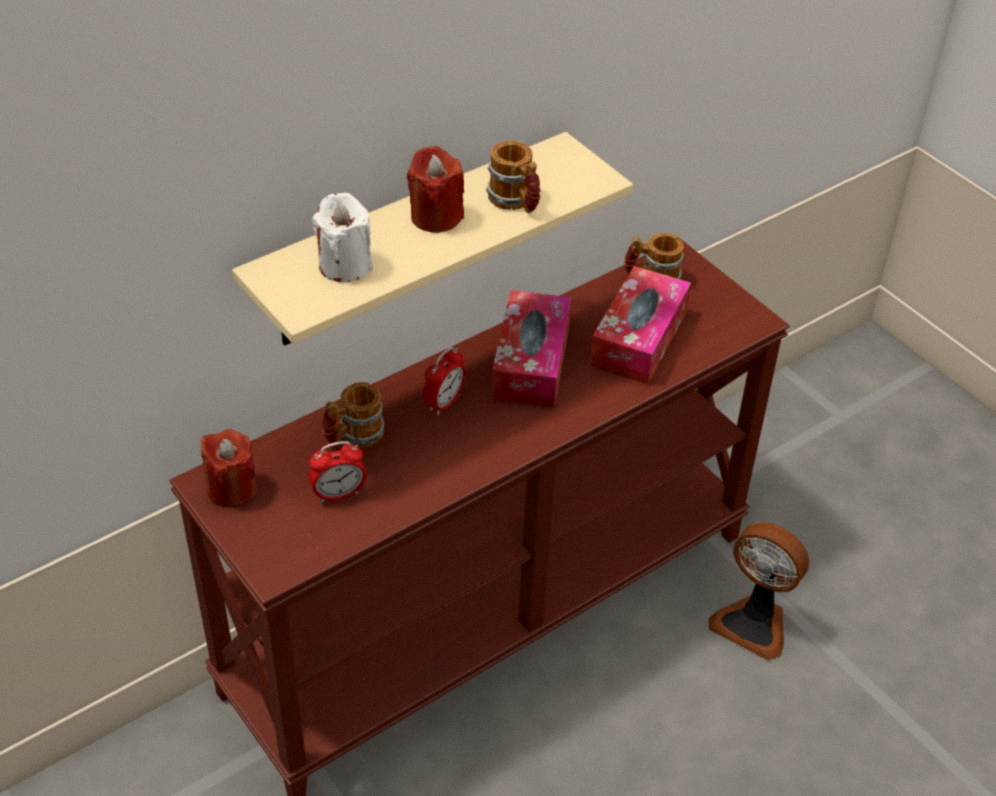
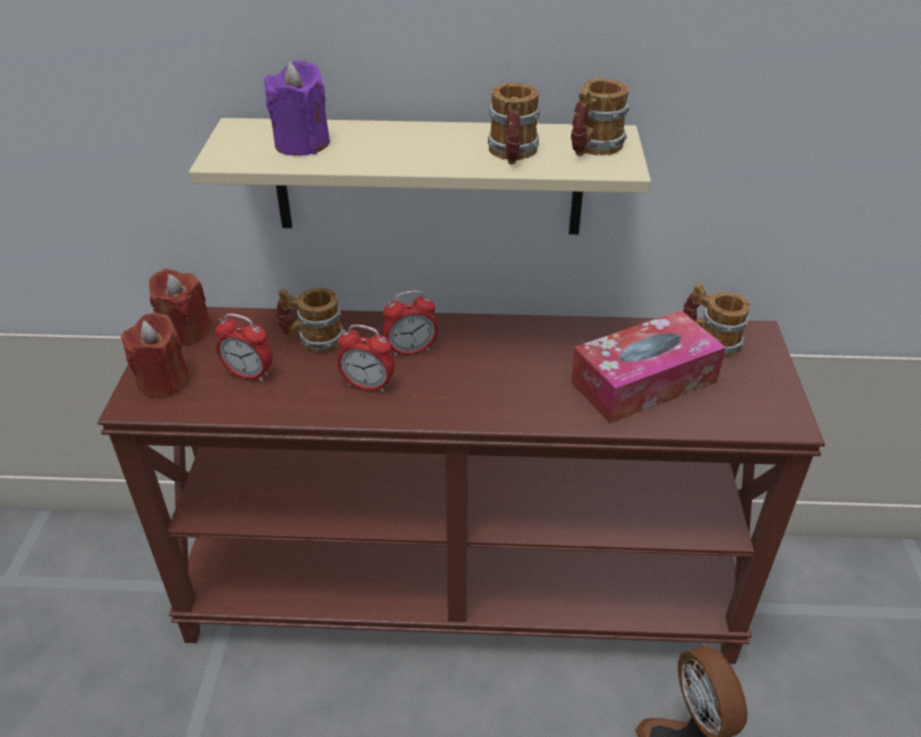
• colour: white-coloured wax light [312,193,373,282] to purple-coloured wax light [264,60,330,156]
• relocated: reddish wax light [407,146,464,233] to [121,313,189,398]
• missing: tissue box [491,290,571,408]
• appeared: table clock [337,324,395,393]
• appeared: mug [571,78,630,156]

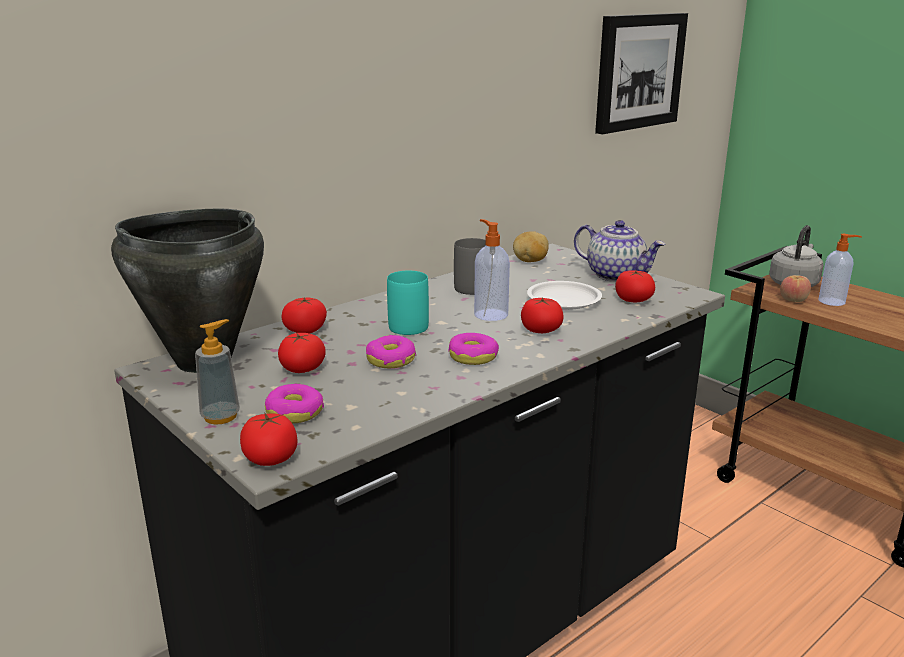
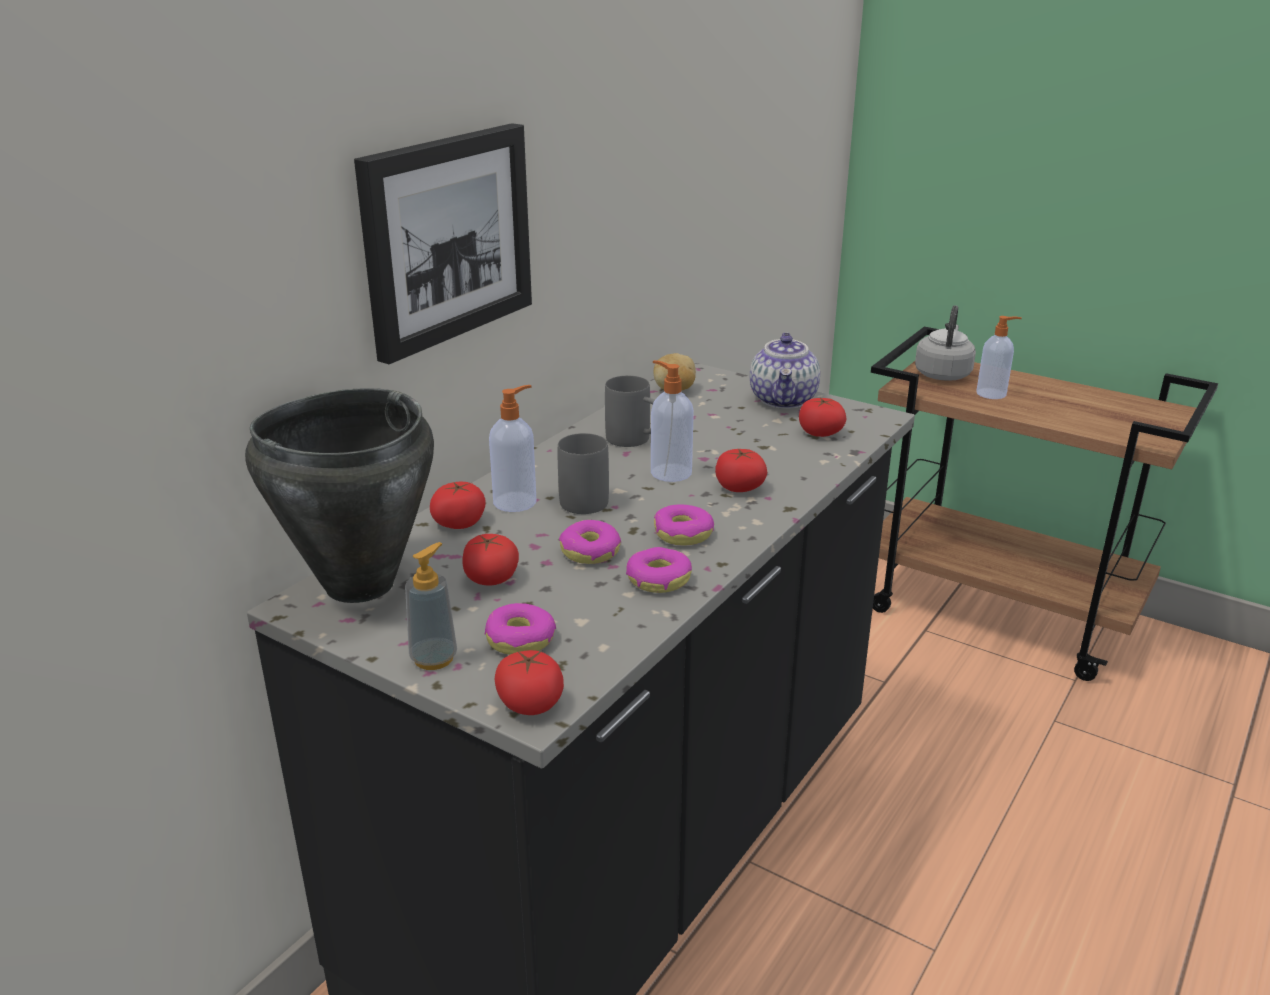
• colour: turquoise-coloured mug [387,271,429,335] to greyish mug [558,433,609,514]
• missing: white-coloured plate [527,281,602,310]
• spun: pot for tea [574,220,665,282] = [750,332,820,409] 75 degrees clockwise
• relocated: wall picture [595,13,688,134] to [354,123,532,364]
• missing: whole apple [780,275,811,302]
• appeared: soap dispenser [489,385,537,512]
• appeared: ring doughnut [626,547,692,593]

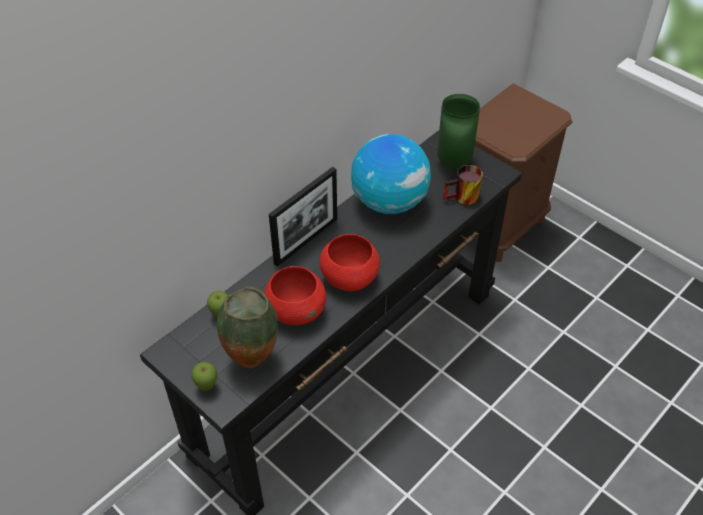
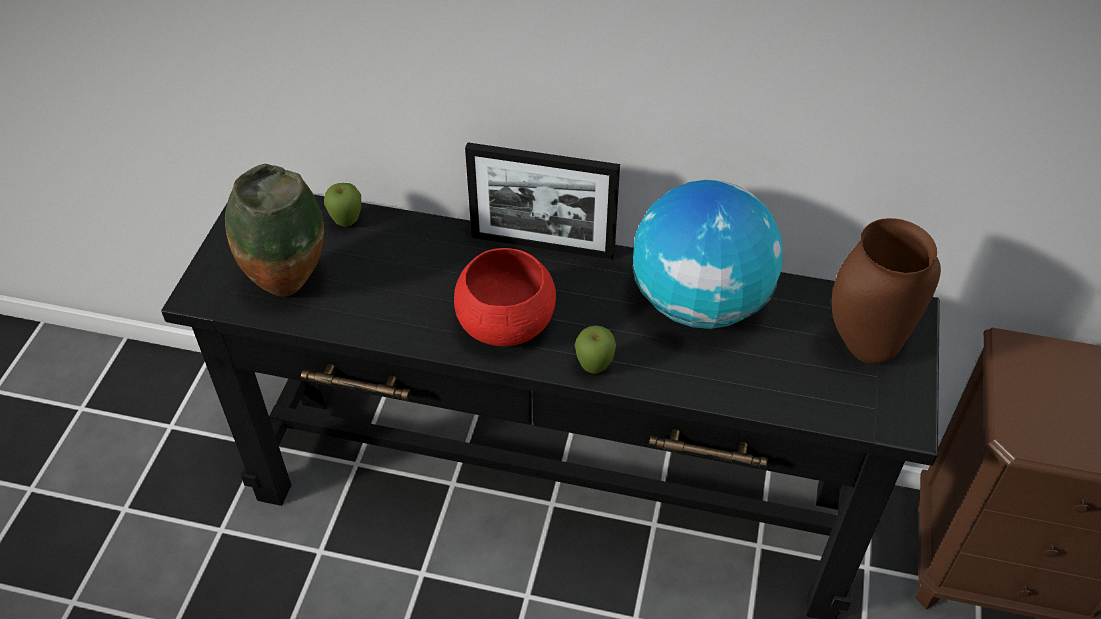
• relocated: whole apple [191,362,217,391] to [575,325,616,374]
• missing: reddish bowl [264,266,326,325]
• colour: green vase [437,94,480,169] to brownish vase [832,218,941,364]
• missing: mug [443,165,483,205]

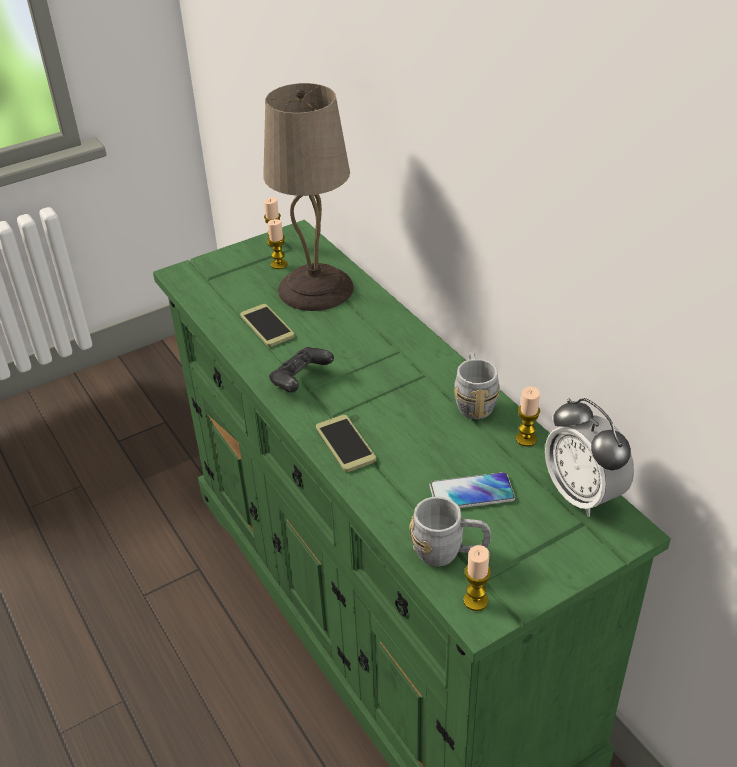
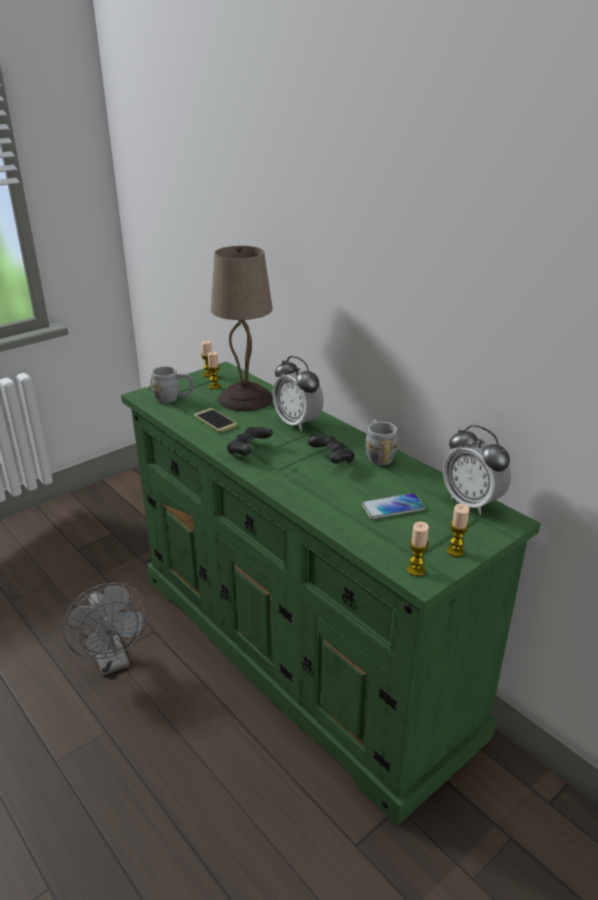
• missing: telephone [316,415,376,472]
• relocated: greyish mug [409,497,491,567] to [150,366,194,403]
• relocated: wax light [516,386,540,447] to [447,504,469,557]
• appeared: greyish electric fan [62,583,148,675]
• appeared: table clock [273,356,324,431]
• appeared: black joypad [308,435,355,464]

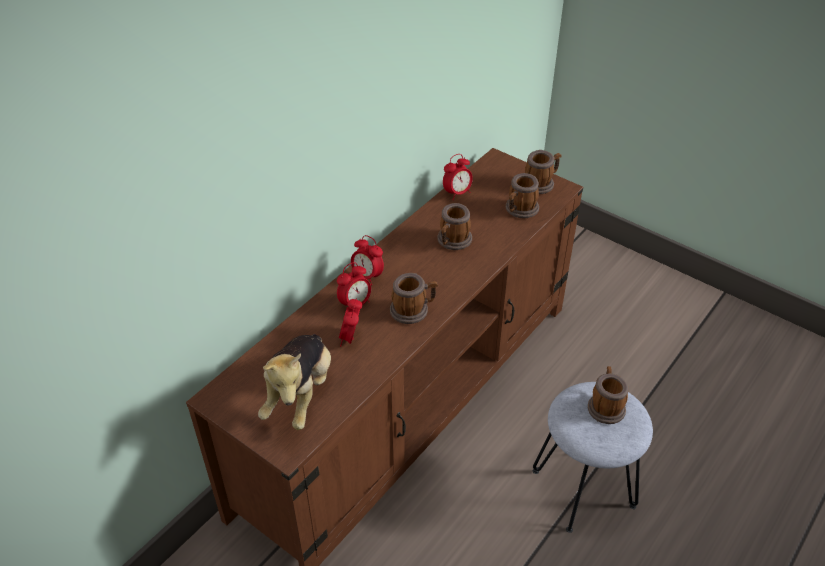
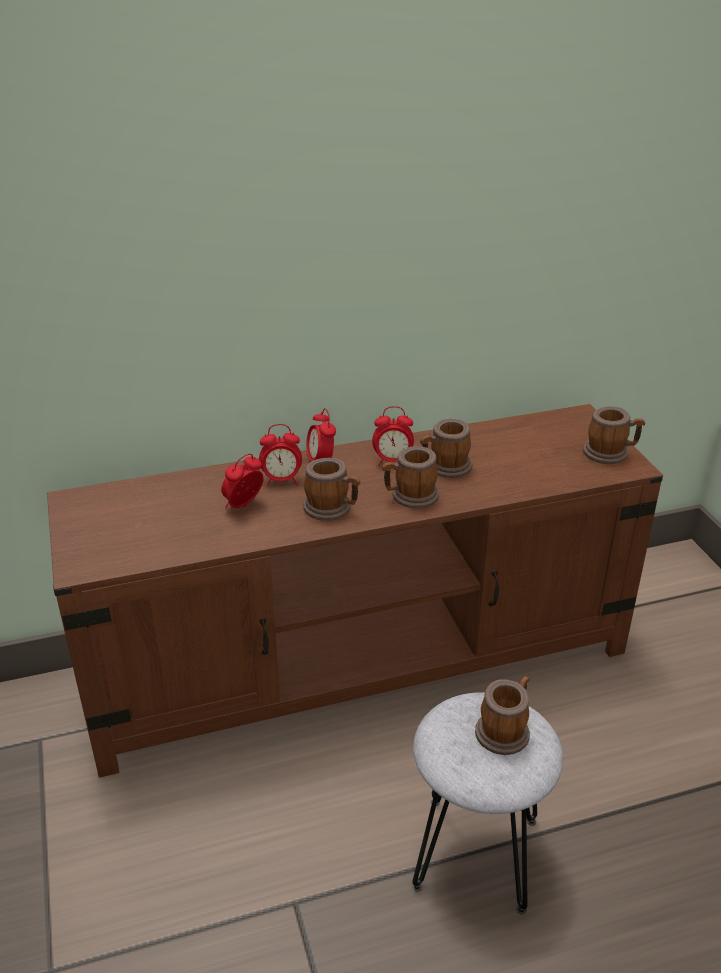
• missing: cuddly toy [258,334,331,430]
• relocated: table clock [443,154,473,200] to [372,406,414,466]
• relocated: mug [506,173,539,218] to [382,446,439,508]

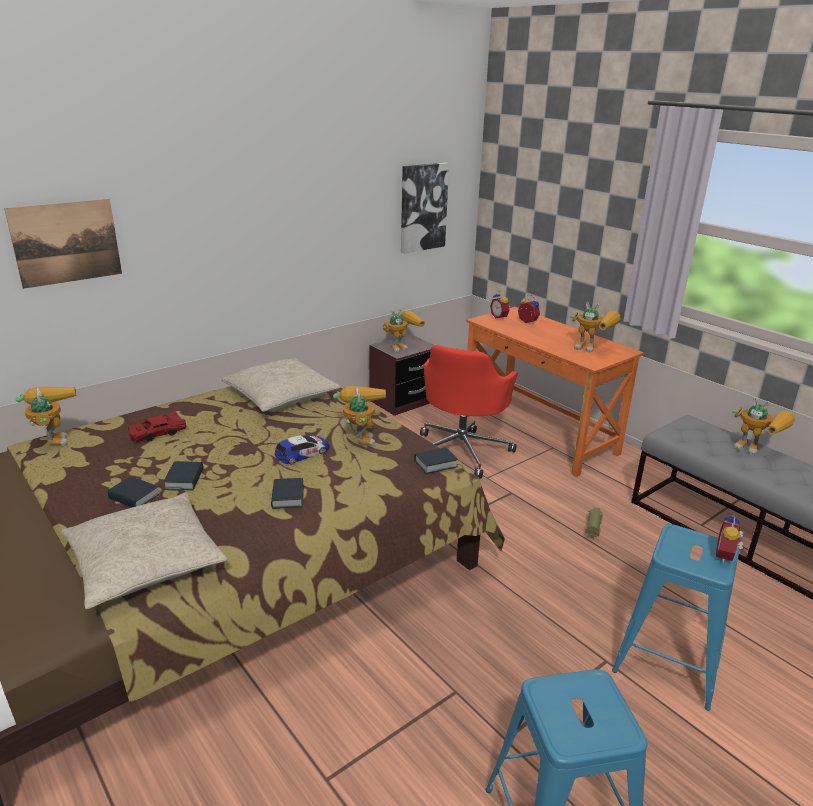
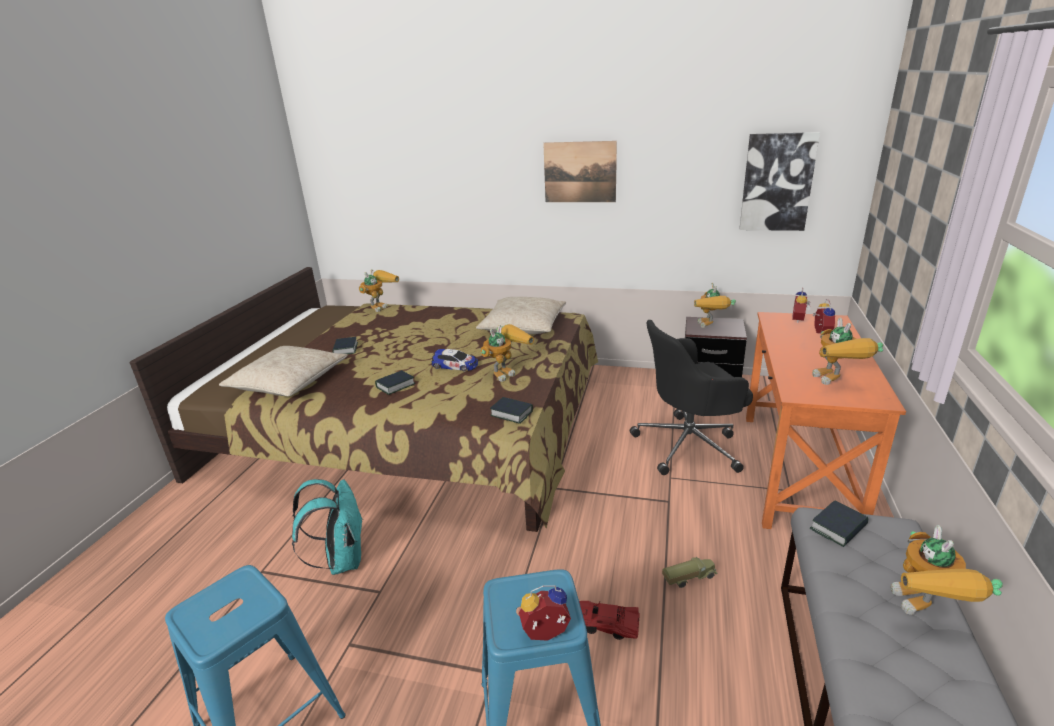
• relocated: wall picture [4,199,122,289] to [543,141,617,202]
• relocated: reddish toy car [128,412,187,442] to [579,601,639,640]
• relocated: volume [164,461,204,491] to [810,501,868,547]
• spun: model robot [383,309,425,353] = [694,283,736,328] 75 degrees clockwise
• colour: reddish computer chair [420,345,518,479] to black computer chair [630,320,753,475]
• appeared: turquoise-coloured rucksack [292,479,363,575]

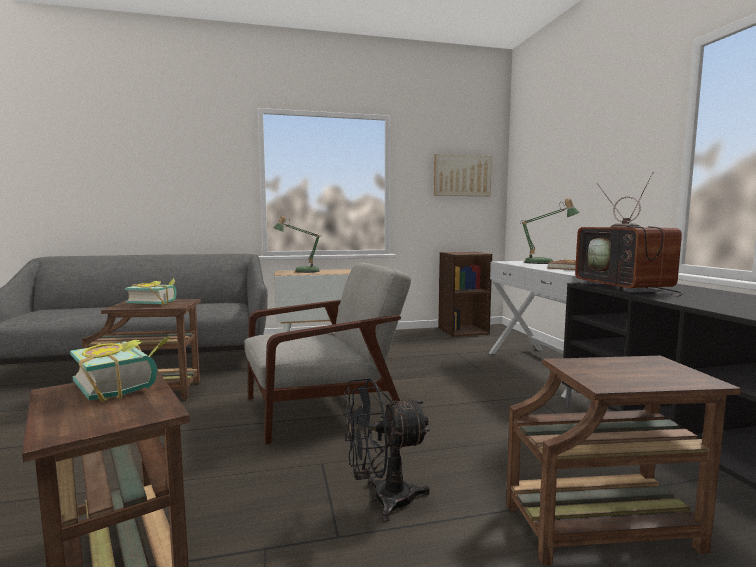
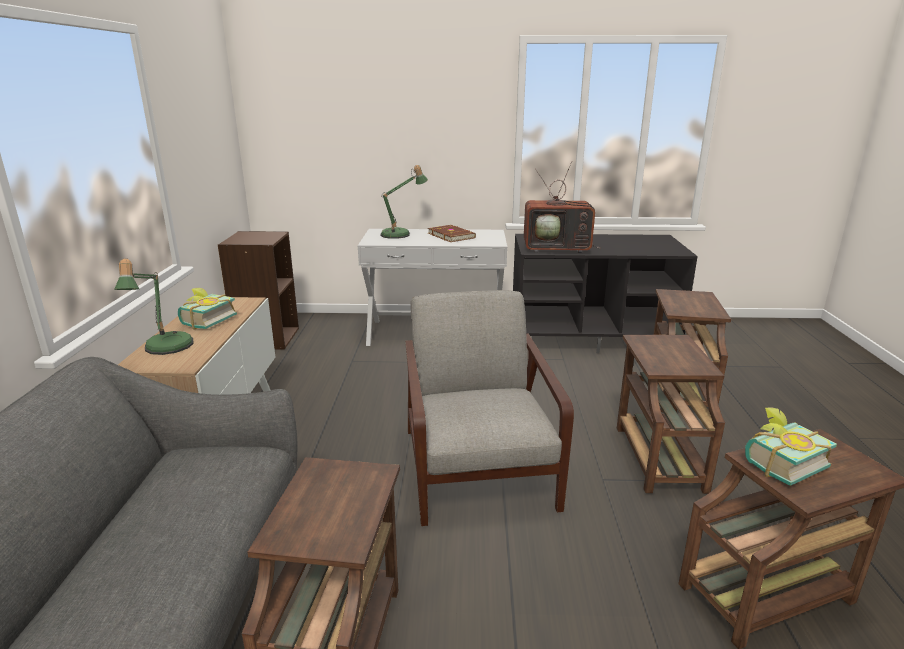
• relocated: volume [125,278,176,305] to [178,288,237,330]
• exchanged: black electric fan [343,378,430,522] to brownish end table [617,335,725,494]
• missing: wall picture [434,154,492,196]

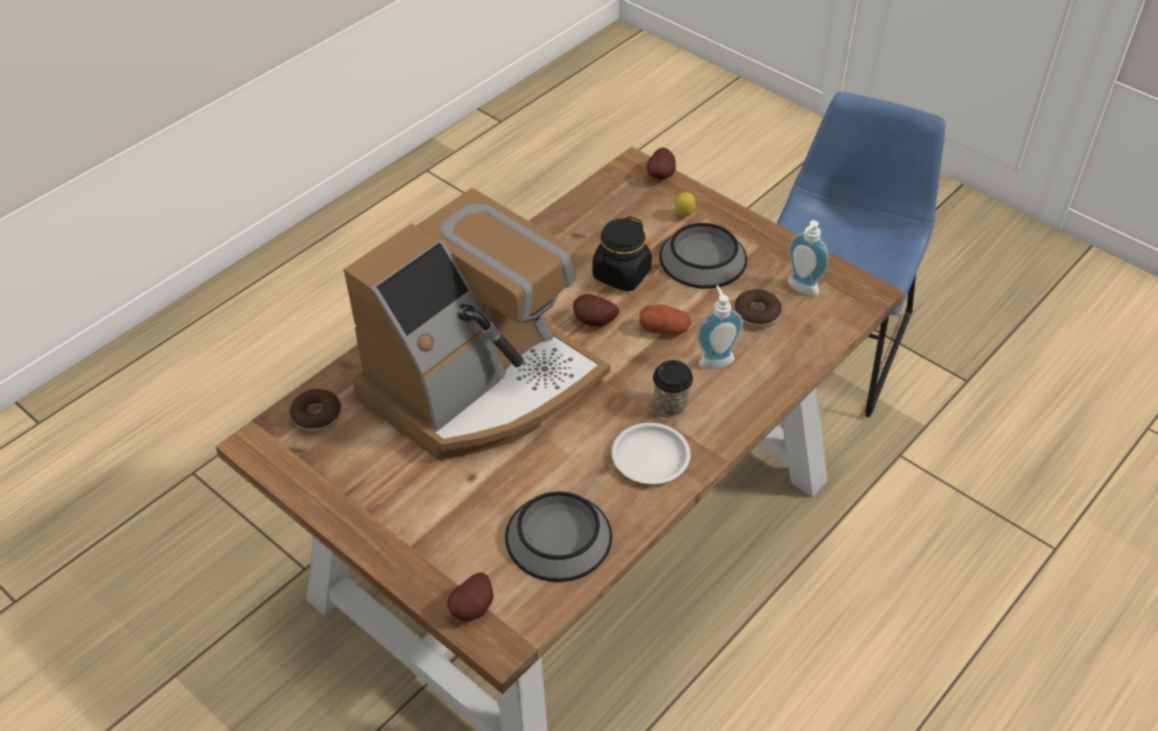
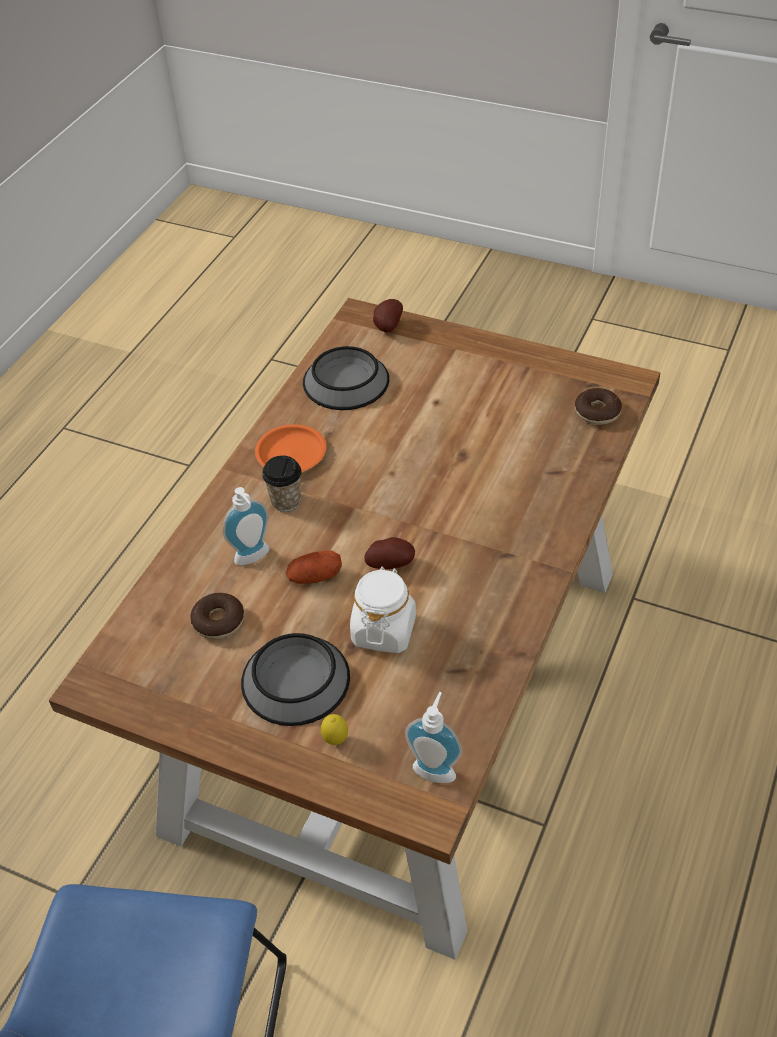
• missing: coffee machine [344,188,610,461]
• colour: black storage jar [592,216,652,291] to white-coloured storage jar [350,567,416,653]
• colour: white-coloured plate [612,423,691,484] to orange plate [255,424,326,472]
• missing: potato [647,148,676,180]
• relocated: soap dispenser [787,220,829,296] to [405,692,462,783]

